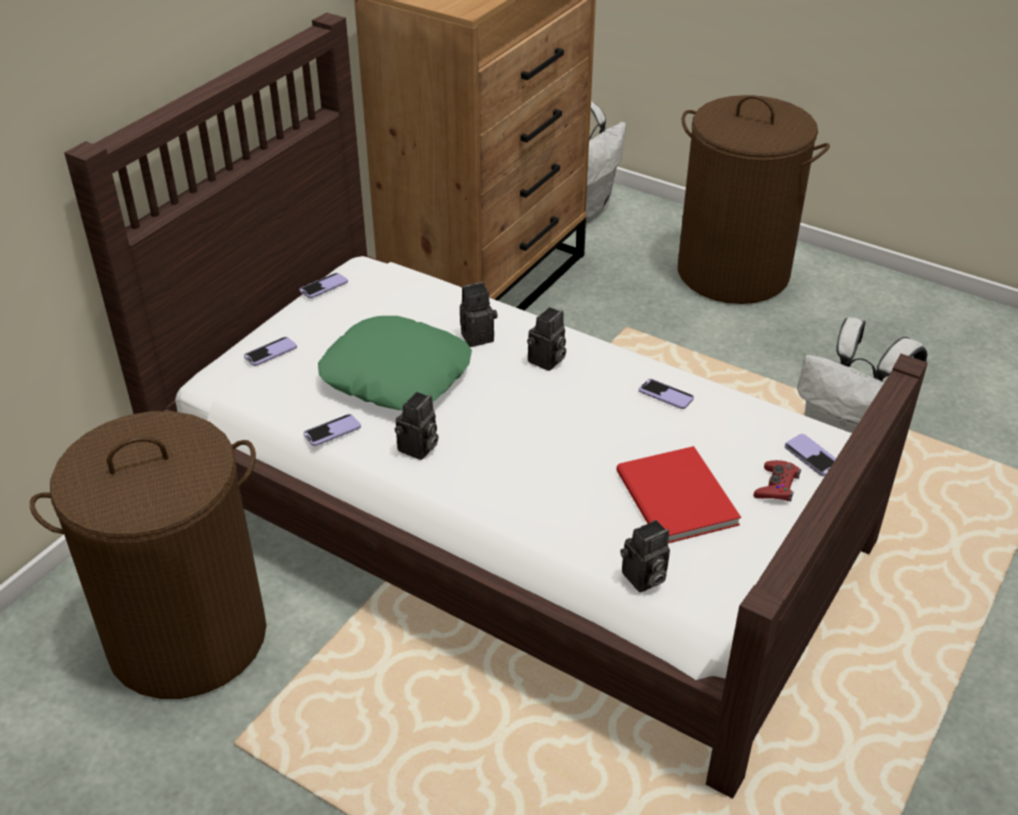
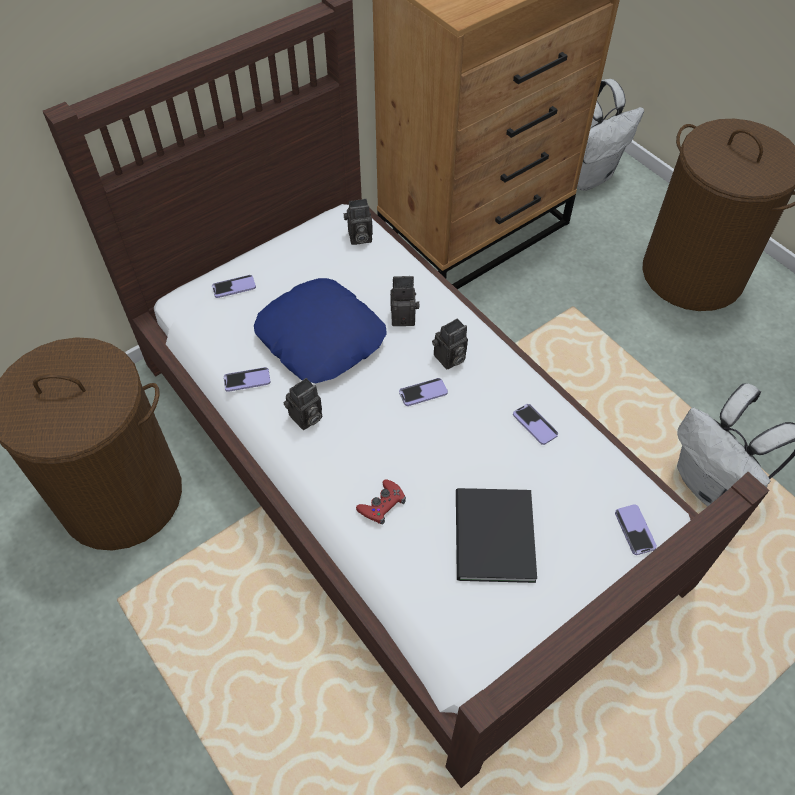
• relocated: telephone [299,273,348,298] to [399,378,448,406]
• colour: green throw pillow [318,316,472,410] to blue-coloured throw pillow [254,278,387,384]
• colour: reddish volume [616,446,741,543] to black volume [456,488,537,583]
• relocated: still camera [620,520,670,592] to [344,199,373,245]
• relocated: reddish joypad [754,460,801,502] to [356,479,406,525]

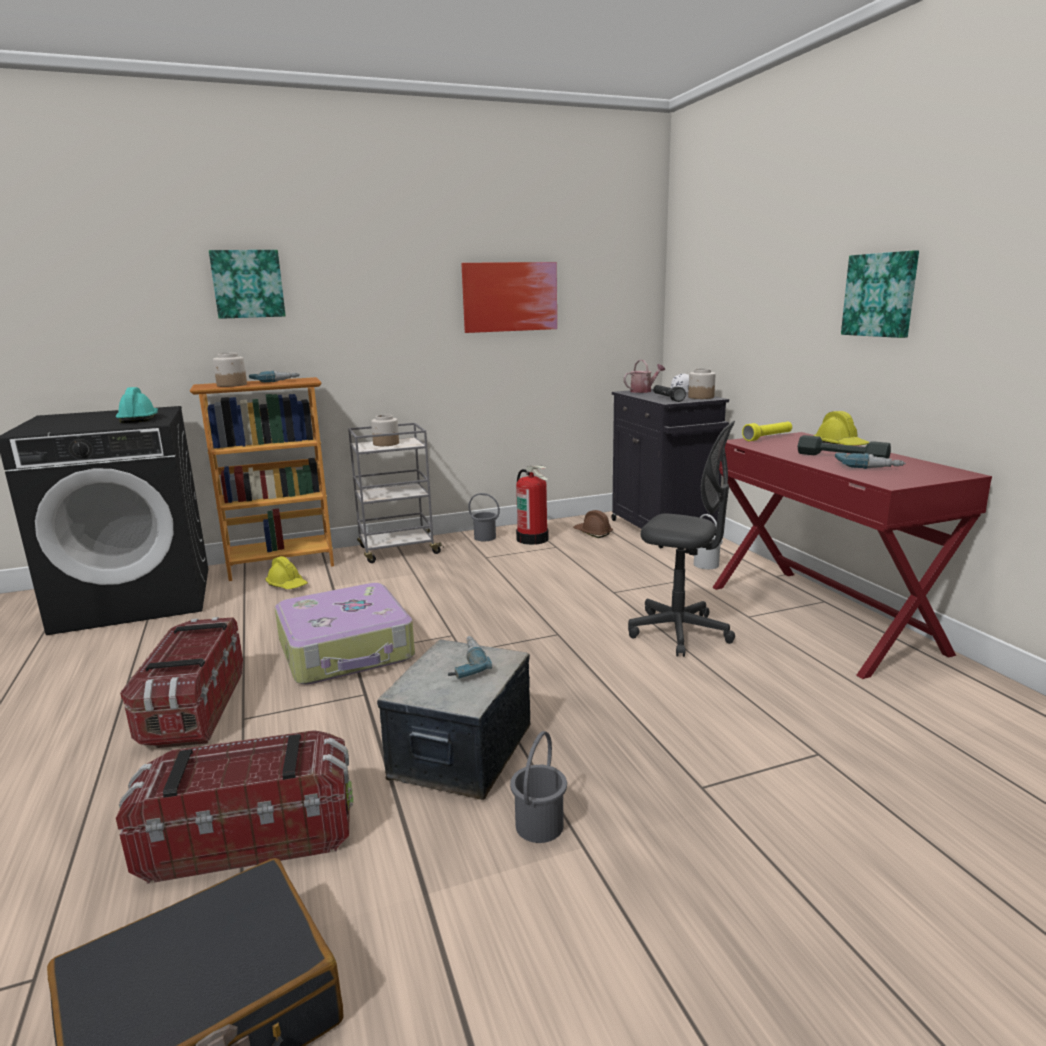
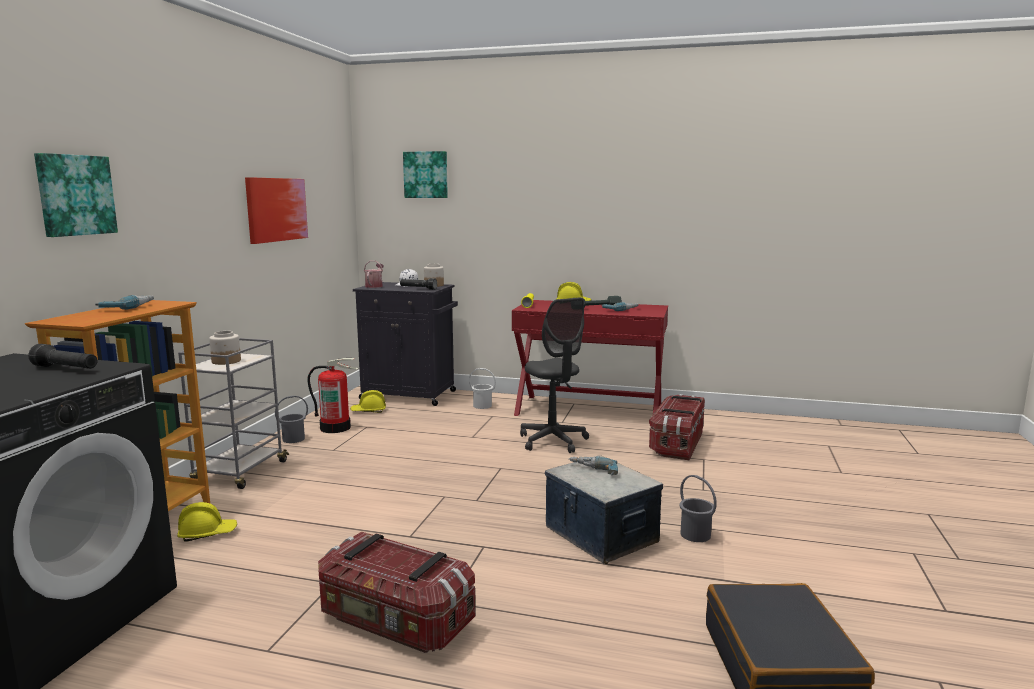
• exchanged: turquoise-coloured safety helmet [116,387,158,423] to black flashlight [28,344,98,369]
• relocated: storage container [116,730,353,884] to [649,394,705,460]
• missing: storage jar [213,353,247,387]
• missing: travel case [275,583,415,685]
• colour: brownish safety helmet [573,510,613,538] to yellow safety helmet [350,390,386,413]
• spun: greyish computer chair [628,421,735,657] = [520,297,589,453] 90 degrees clockwise
• relocated: wall picture [841,250,919,338] to [403,151,448,198]

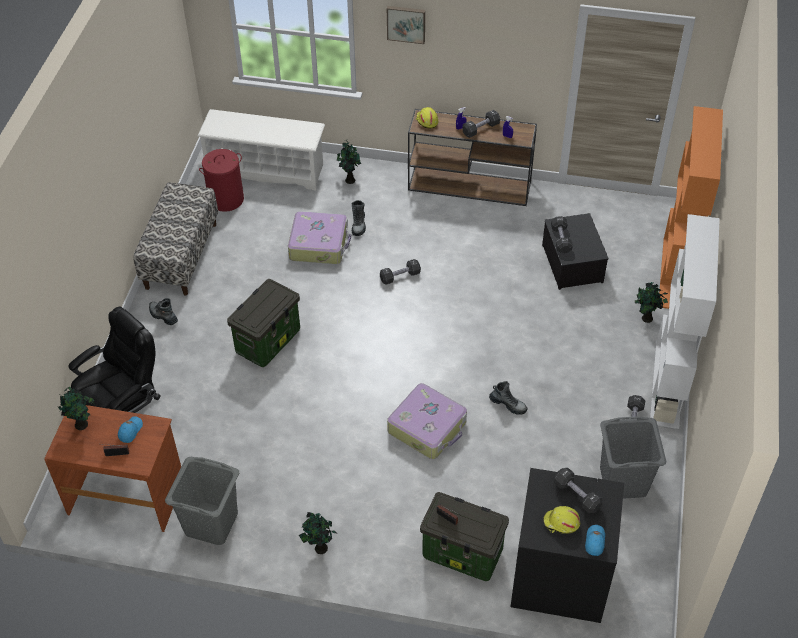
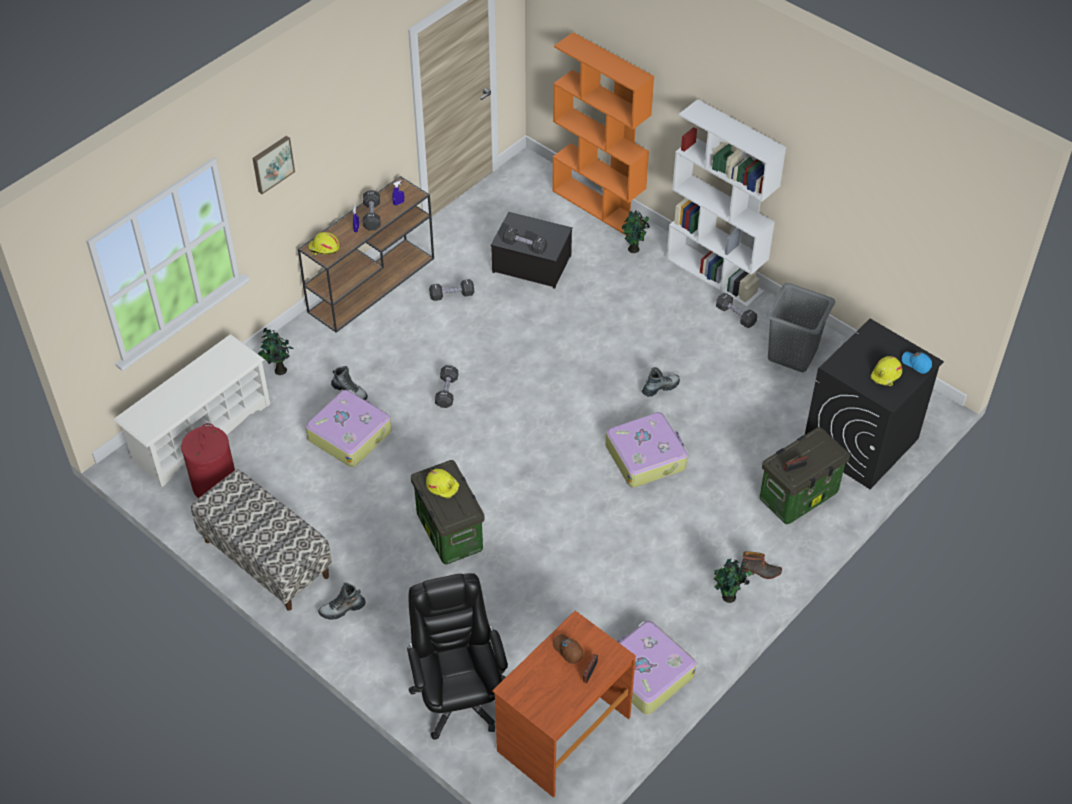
• missing: plant in a pot [58,387,95,430]
• colour: blue-coloured peaked cap [118,416,143,443] to brownish peaked cap [553,634,583,664]
• exchanged: greyish washing basket [165,456,239,545] to travel case [617,621,696,715]
• relocated: black free weight [554,468,603,513] to [429,279,474,301]
• appeared: yellow safety helmet [426,469,459,499]
• appeared: high-top boot [741,551,782,579]

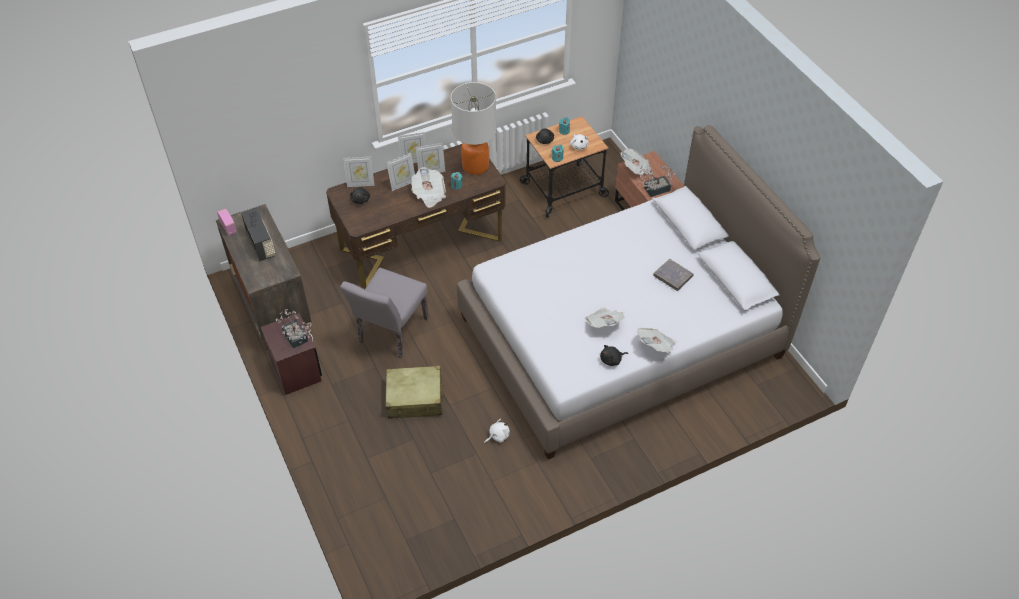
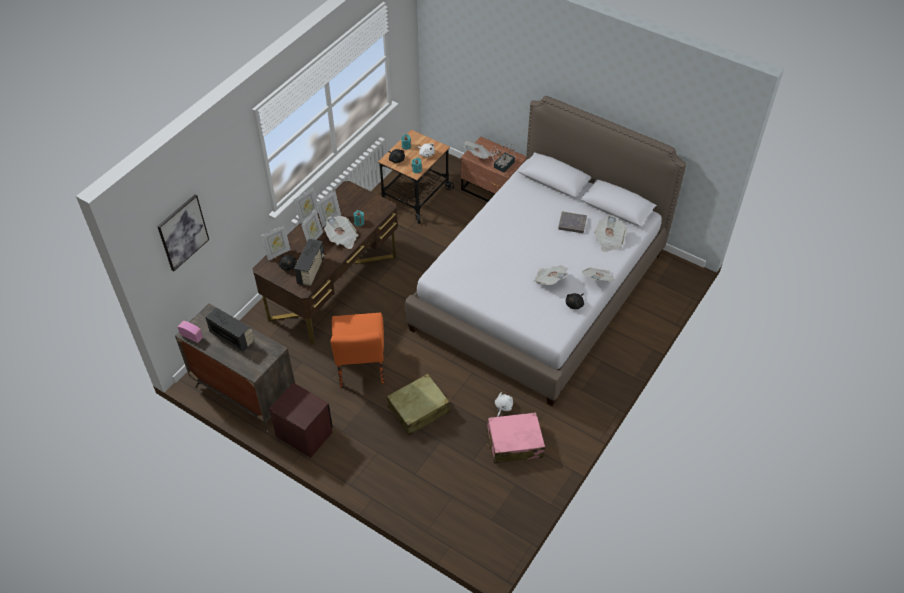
• missing: plant in a pot [275,309,312,348]
• colour: greyish upright chair [340,268,428,358] to orange upright chair [331,313,384,388]
• missing: table lamp [451,82,496,175]
• appeared: wall picture [157,194,209,271]
• appeared: radio receiver [294,239,325,287]
• appeared: pink-coloured travel case [485,412,545,464]
• appeared: newspaper [594,215,627,252]

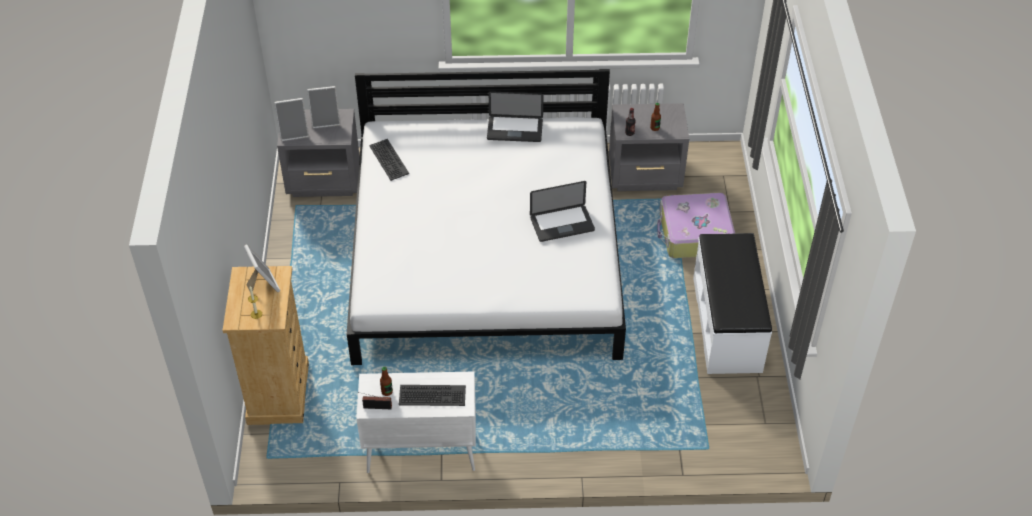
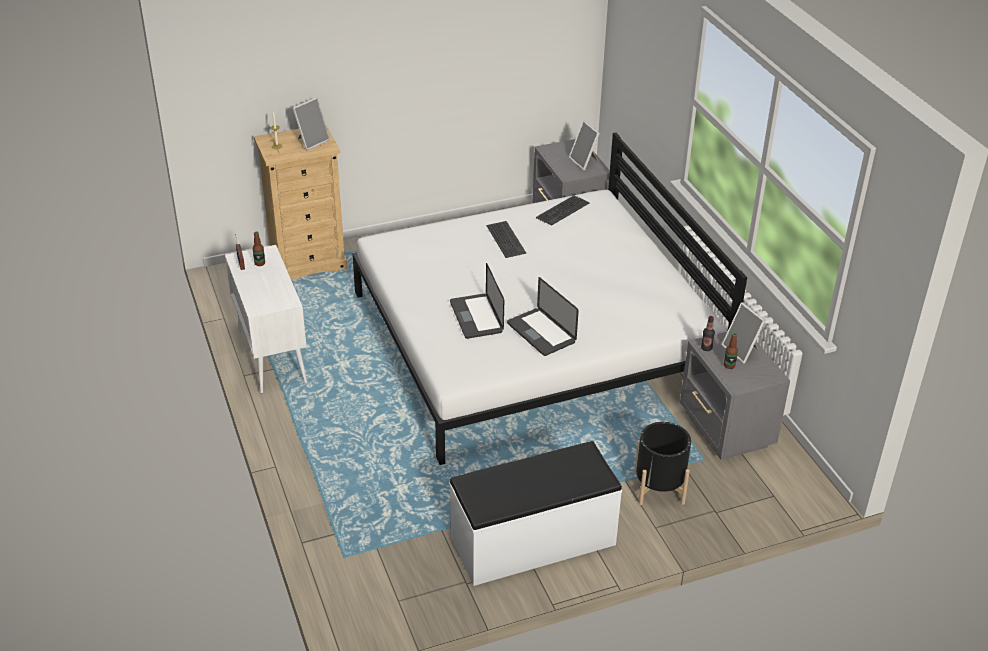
• relocated: picture frame [274,98,309,141] to [722,302,766,364]
• relocated: keyboard [399,385,466,406] to [487,221,526,258]
• relocated: laptop [487,91,544,142] to [450,263,504,339]
• exchanged: travel case [657,193,735,258] to black planter [634,422,691,505]

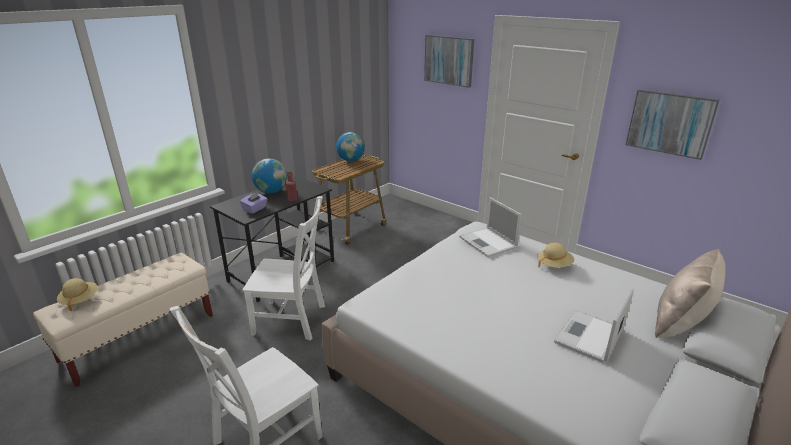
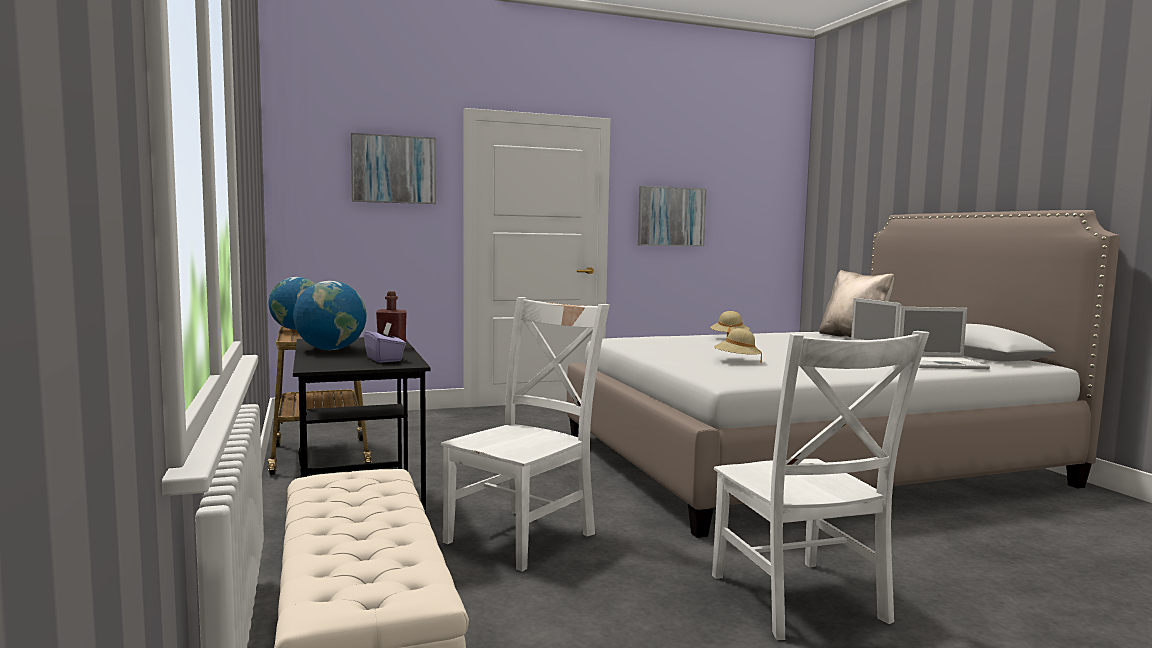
• relocated: beige-coloured hat [57,278,98,311] to [714,328,762,363]
• relocated: laptop [459,197,522,257] to [898,307,990,369]

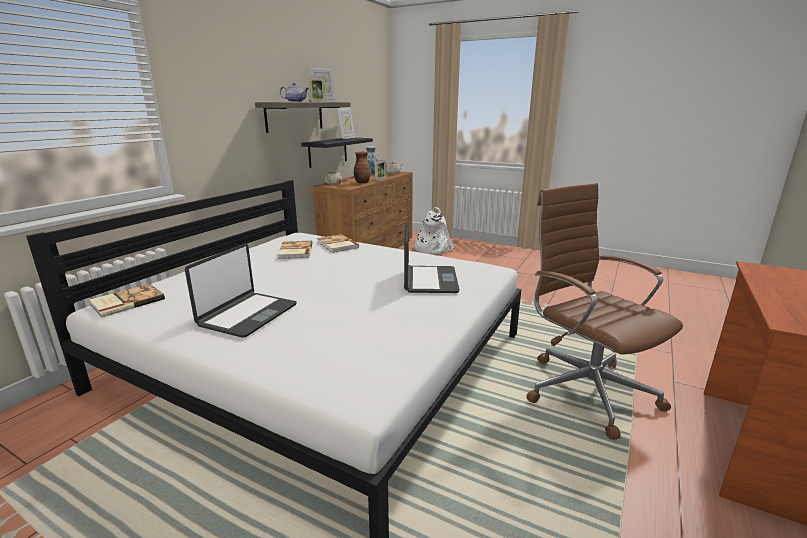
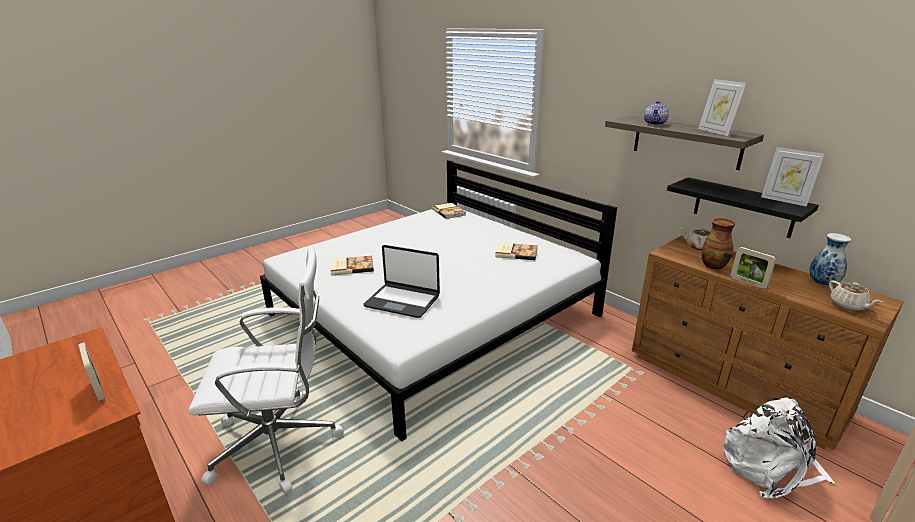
• missing: laptop [185,243,297,338]
• relocated: picture frame [307,77,326,102] to [79,342,105,402]
• relocated: volume [317,234,359,253] to [331,256,374,276]
• colour: brownish computer chair [526,183,683,440] to white-coloured computer chair [188,245,344,494]

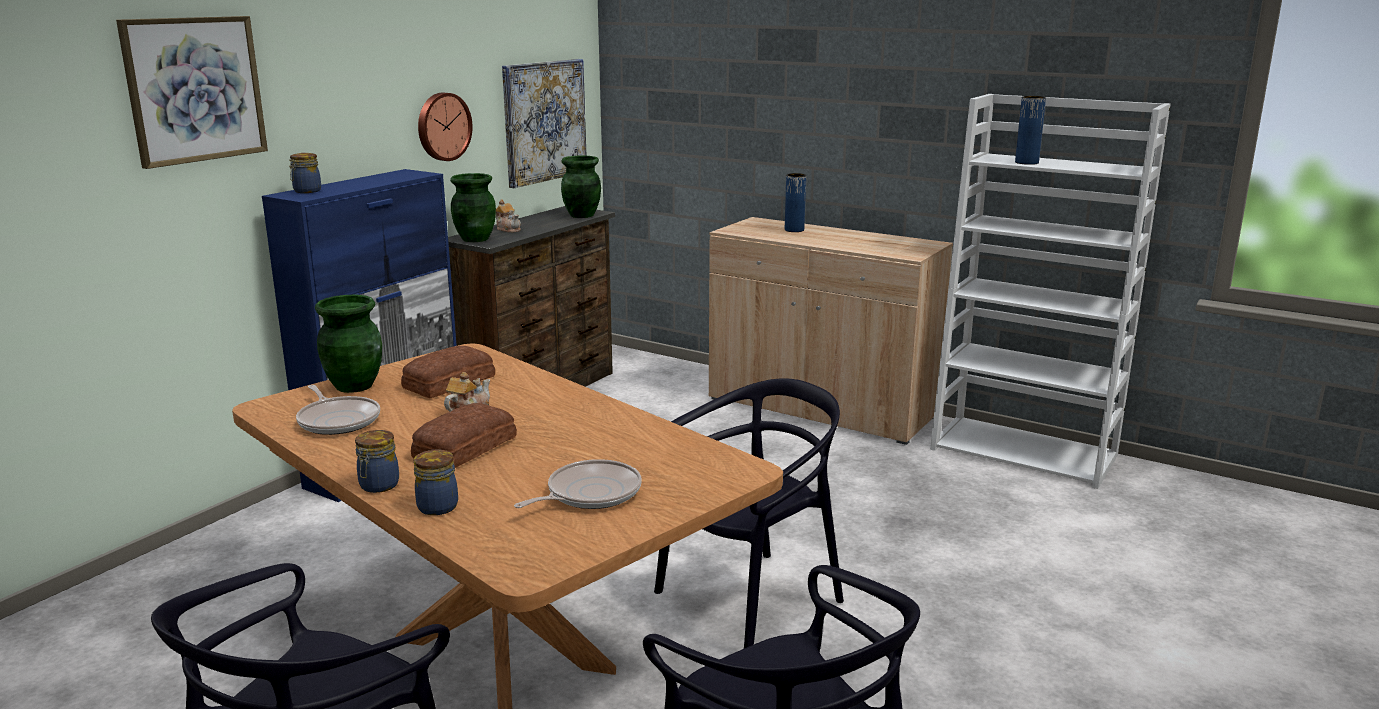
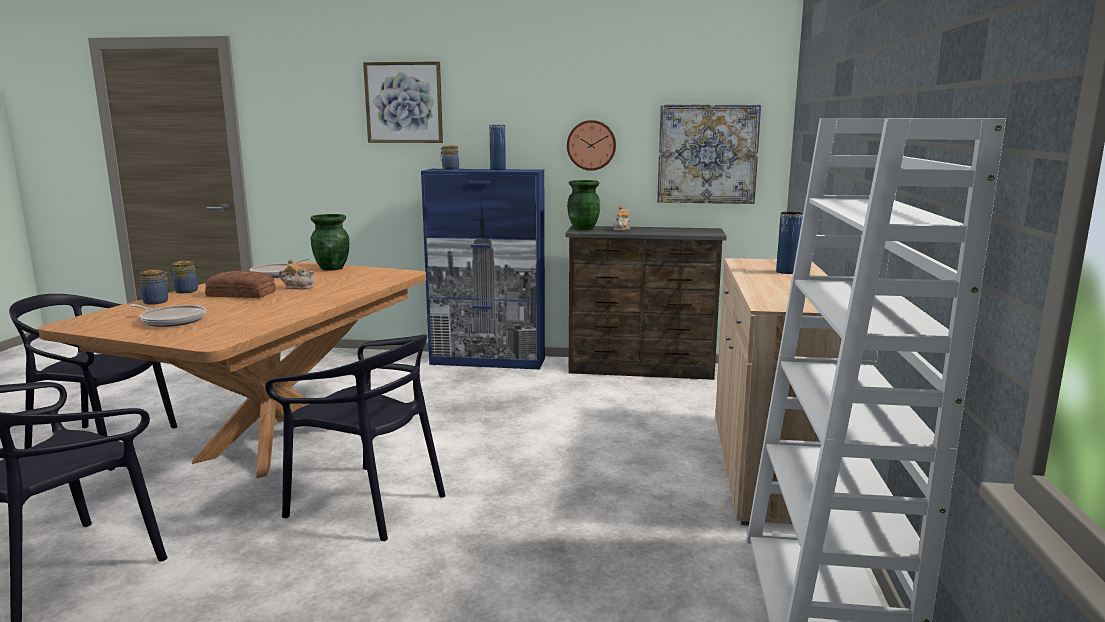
• missing: baked bread [401,346,495,398]
• missing: green vase [561,156,601,218]
• relocated: blue-coloured vase [1015,96,1046,165] to [489,125,506,170]

